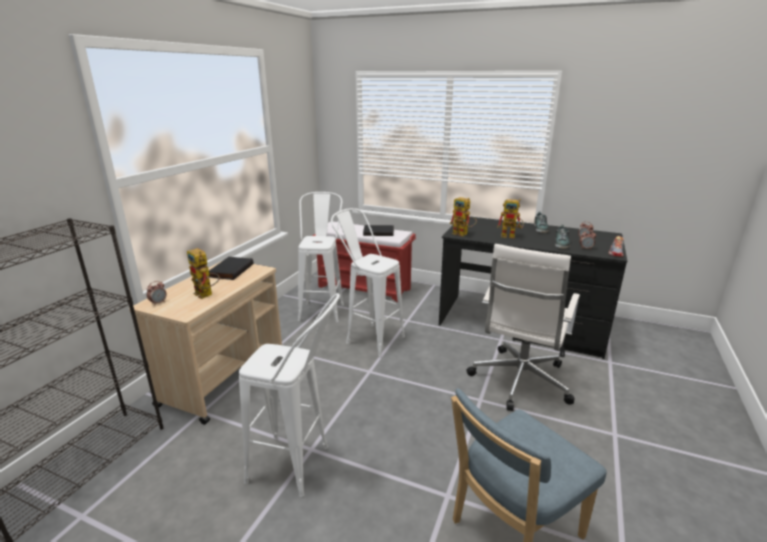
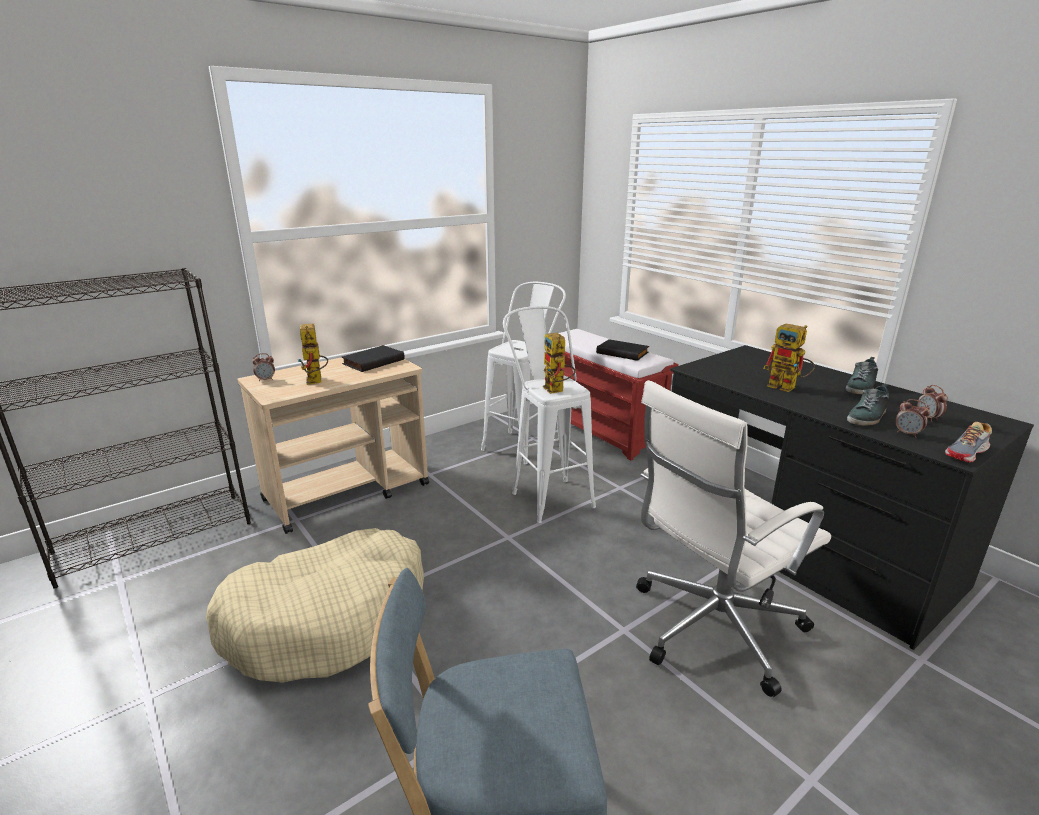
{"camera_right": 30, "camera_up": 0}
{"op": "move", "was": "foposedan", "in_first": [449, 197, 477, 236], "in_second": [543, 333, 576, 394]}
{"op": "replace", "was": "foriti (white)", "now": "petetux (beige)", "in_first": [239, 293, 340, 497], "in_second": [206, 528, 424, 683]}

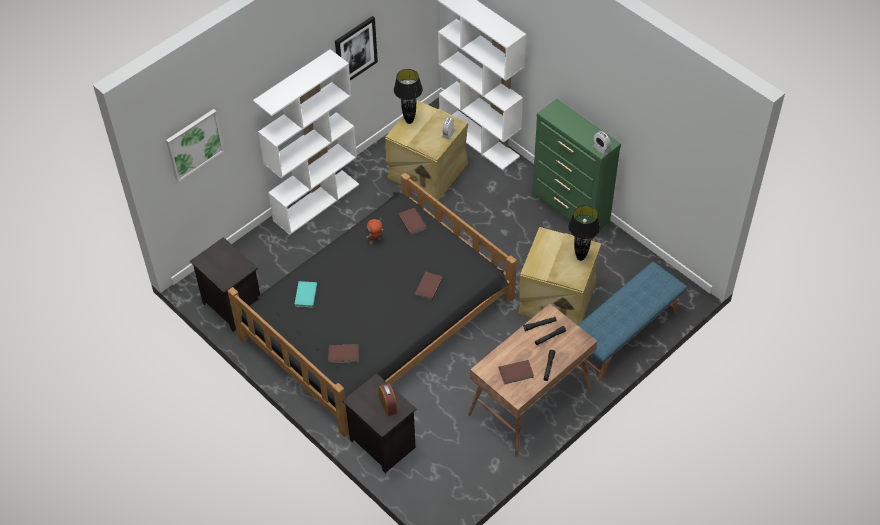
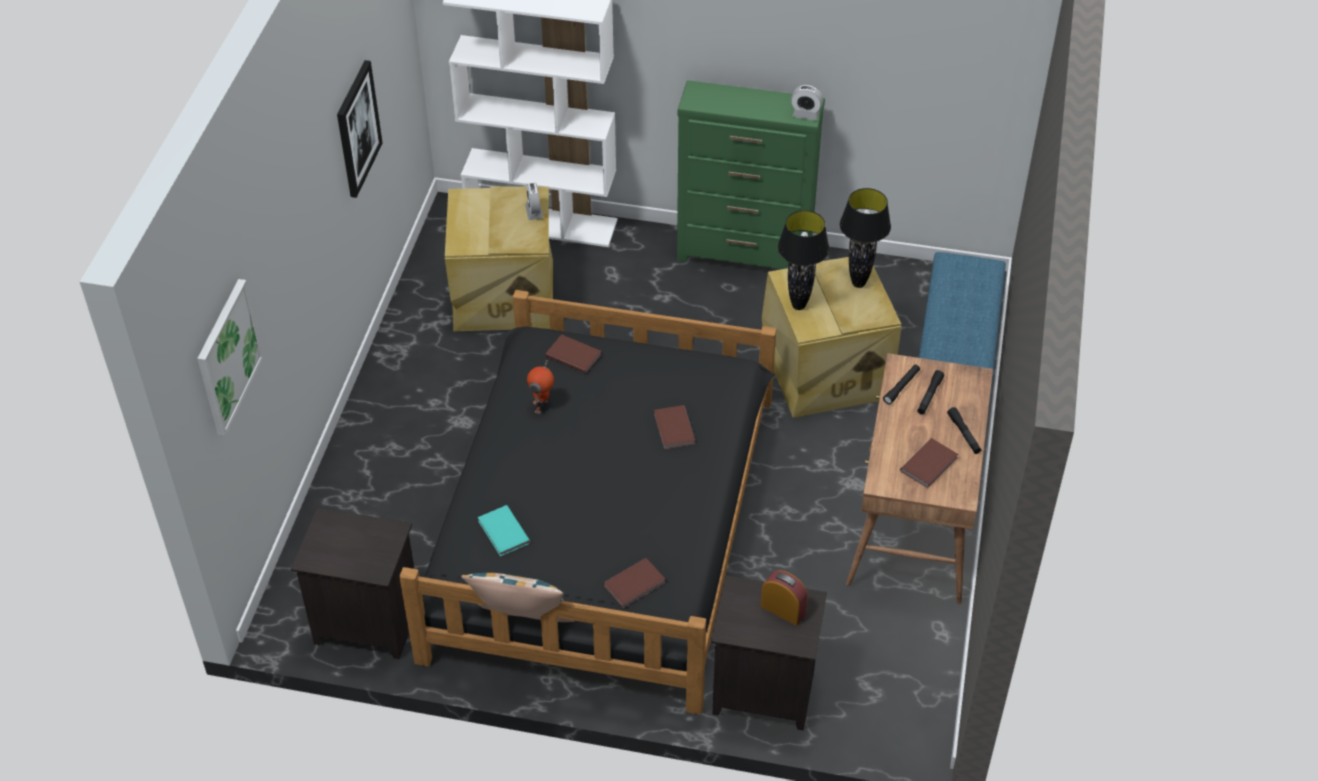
{"camera_right": -35, "camera_up": -5}
{"op": "delete", "was": "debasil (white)", "in_first": [253, 49, 359, 235]}
{"op": "insert", "now": "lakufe", "in_second": [461, 573, 574, 622]}
{"op": "move", "was": "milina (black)", "in_first": [394, 69, 423, 124], "in_second": [778, 210, 829, 310]}

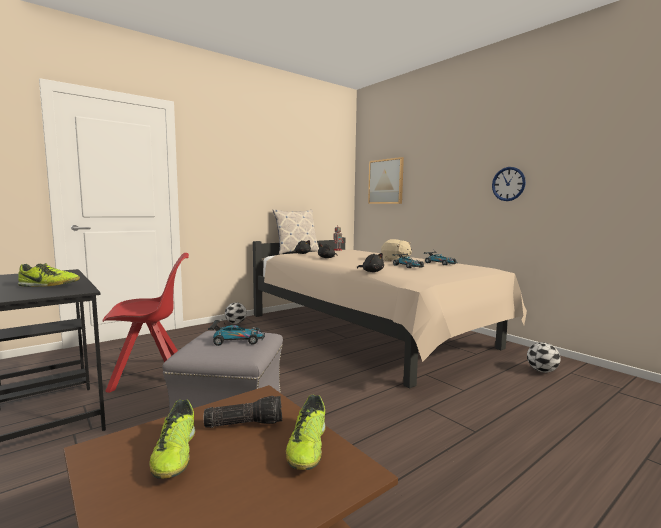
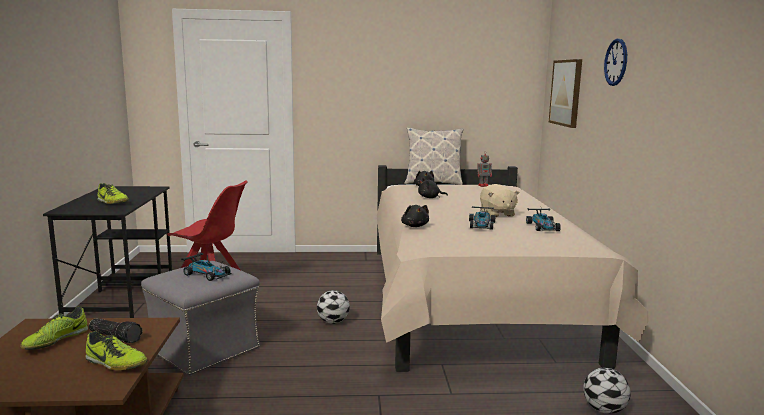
{"camera_right": 35, "camera_up": 5}
{"op": "move", "was": "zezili", "in_first": [225, 302, 247, 324], "in_second": [317, 290, 350, 324]}
{"op": "move", "was": "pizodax", "in_first": [492, 167, 526, 201], "in_second": [604, 38, 627, 86]}
{"op": "rotate", "was": "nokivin", "in_first": [286, 395, 325, 470], "in_second": [85, 331, 147, 370], "clockwise": -105}

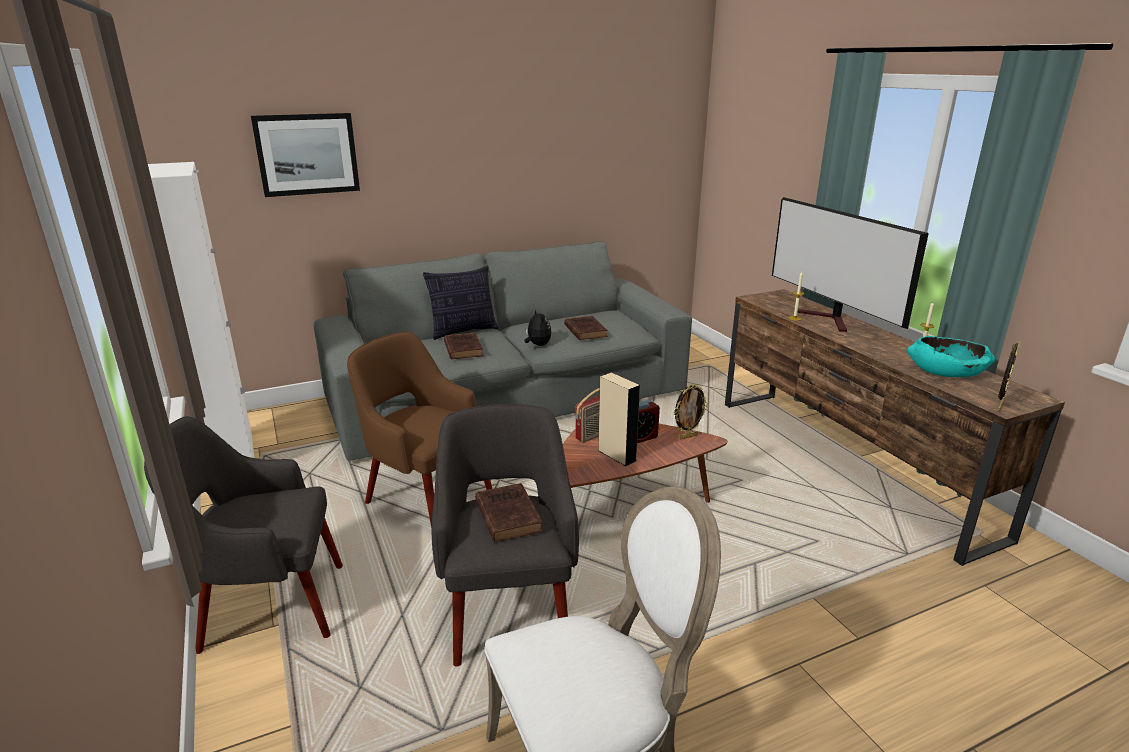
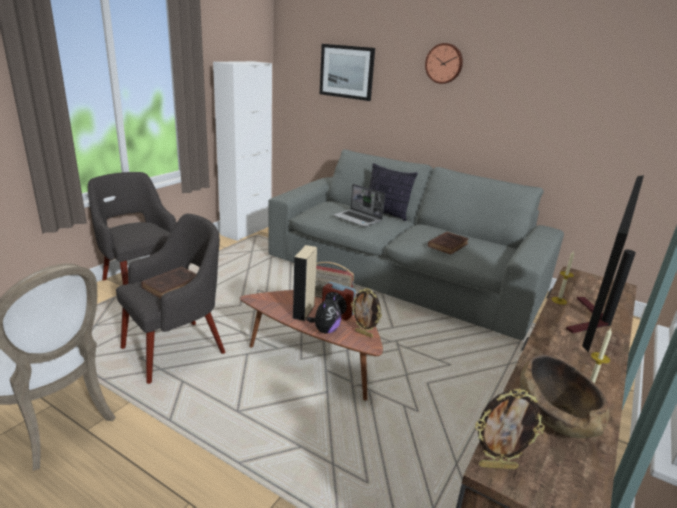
{"camera_right": 55, "camera_up": 0}
{"op": "delete", "was": "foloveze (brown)", "in_first": [347, 332, 492, 528]}
{"op": "insert", "now": "pizodax", "in_second": [425, 43, 463, 84]}
{"op": "move", "was": "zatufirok", "in_first": [524, 310, 551, 346], "in_second": [307, 295, 341, 334]}
{"op": "replace", "was": "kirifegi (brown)", "now": "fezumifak", "in_first": [444, 333, 483, 359], "in_second": [333, 184, 385, 227]}
{"op": "recolor", "was": "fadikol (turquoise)", "now": "fadikol (brown)", "in_first": [907, 336, 995, 377], "in_second": [520, 354, 610, 439]}

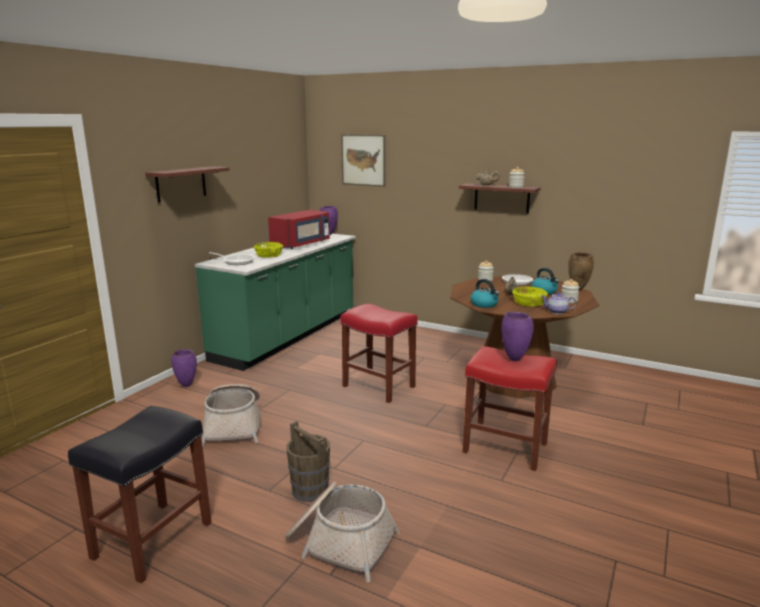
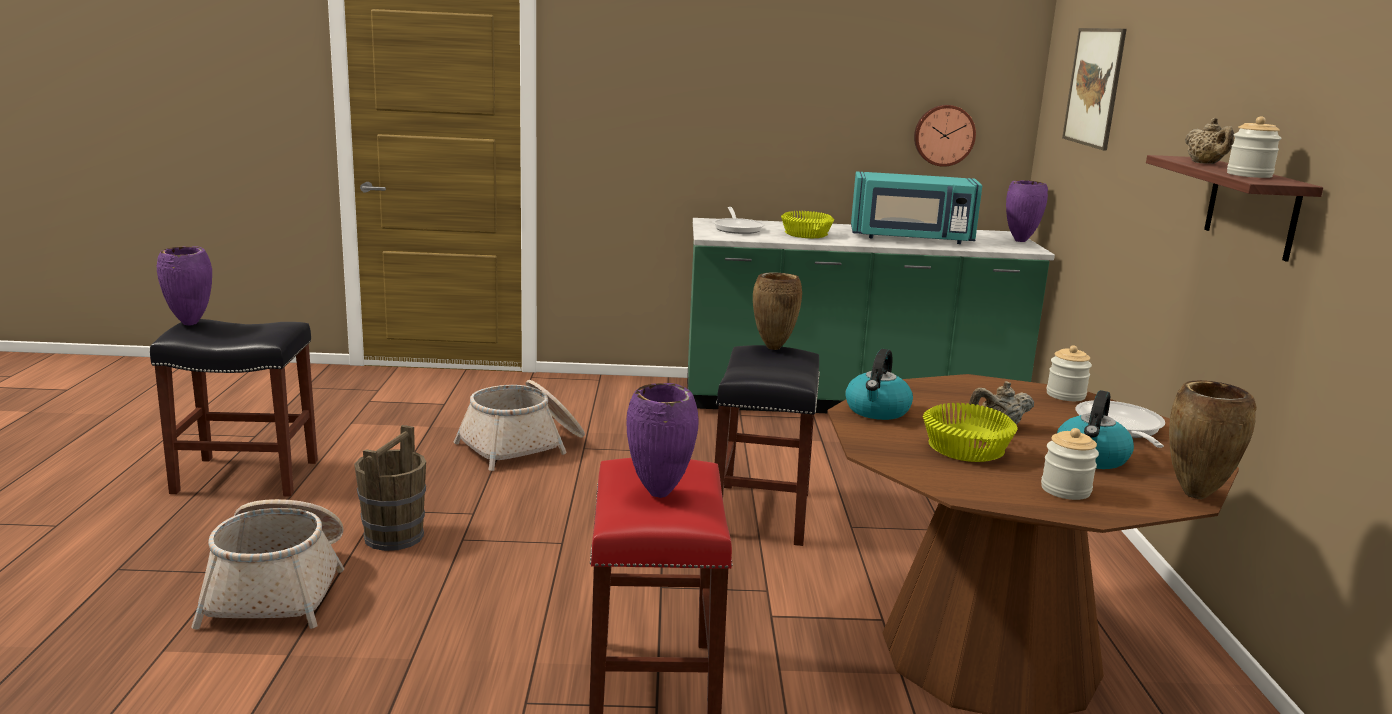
{"camera_right": 60, "camera_up": 0}
{"op": "delete", "was": "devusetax", "in_first": [145, 166, 230, 203]}
{"op": "delete", "was": "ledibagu", "in_first": [541, 292, 576, 314]}
{"op": "insert", "now": "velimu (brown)", "in_second": [753, 272, 802, 350]}
{"op": "insert", "now": "pizodax", "in_second": [914, 105, 976, 167]}
{"op": "move", "was": "velimu (purple)", "in_first": [172, 349, 197, 387], "in_second": [157, 246, 212, 325]}
{"op": "recolor", "was": "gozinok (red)", "now": "gozinok (turquoise)", "in_first": [268, 210, 330, 249], "in_second": [851, 172, 982, 244]}
{"op": "recolor", "was": "foriti (red)", "now": "foriti (black)", "in_first": [340, 304, 418, 403], "in_second": [715, 345, 820, 546]}

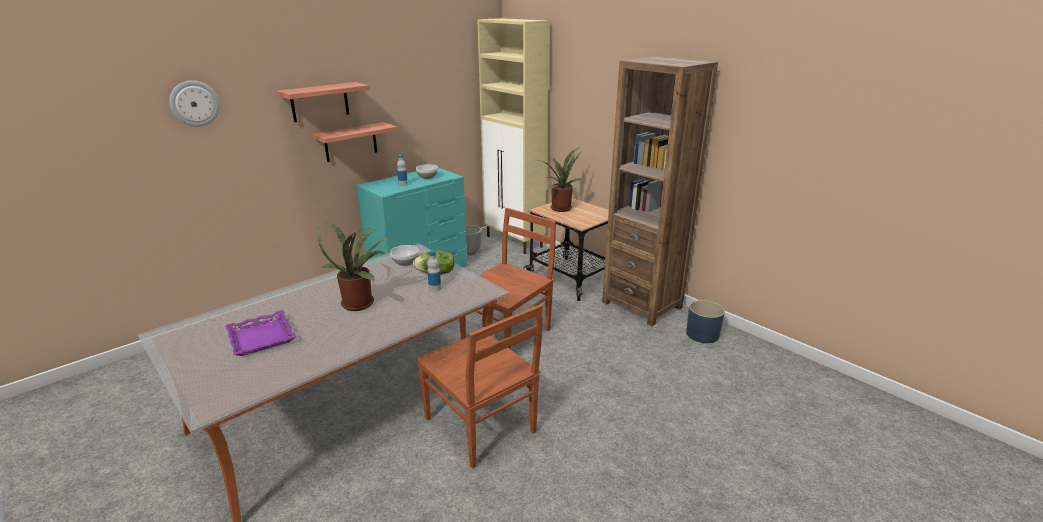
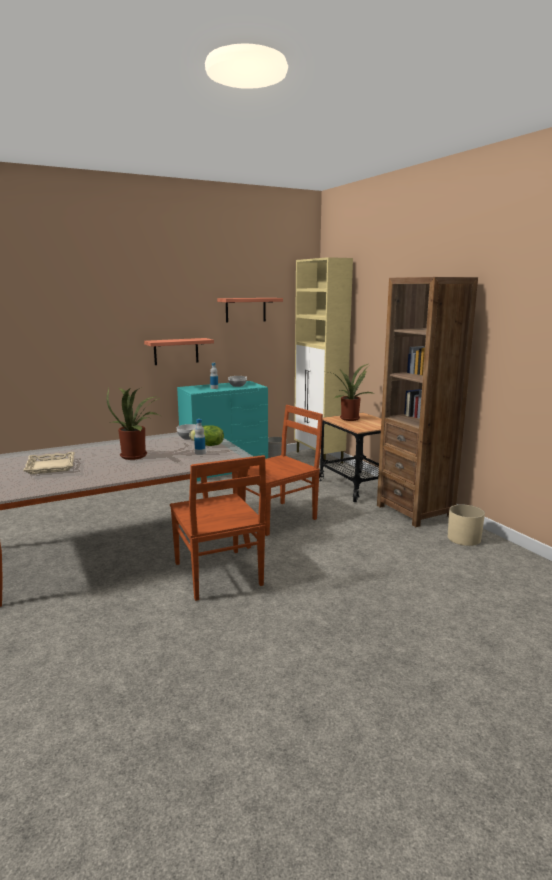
{"camera_right": 15, "camera_up": -10}
{"op": "delete", "was": "pizodax", "in_first": [169, 80, 220, 127]}
{"op": "move", "was": "devusetax", "in_first": [276, 82, 370, 122], "in_second": [217, 298, 283, 323]}
{"op": "recolor", "was": "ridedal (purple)", "now": "ridedal (beige)", "in_first": [225, 310, 296, 356], "in_second": [23, 452, 75, 474]}
{"op": "recolor", "was": "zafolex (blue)", "now": "zafolex (beige)", "in_first": [686, 300, 725, 343], "in_second": [448, 505, 485, 546]}

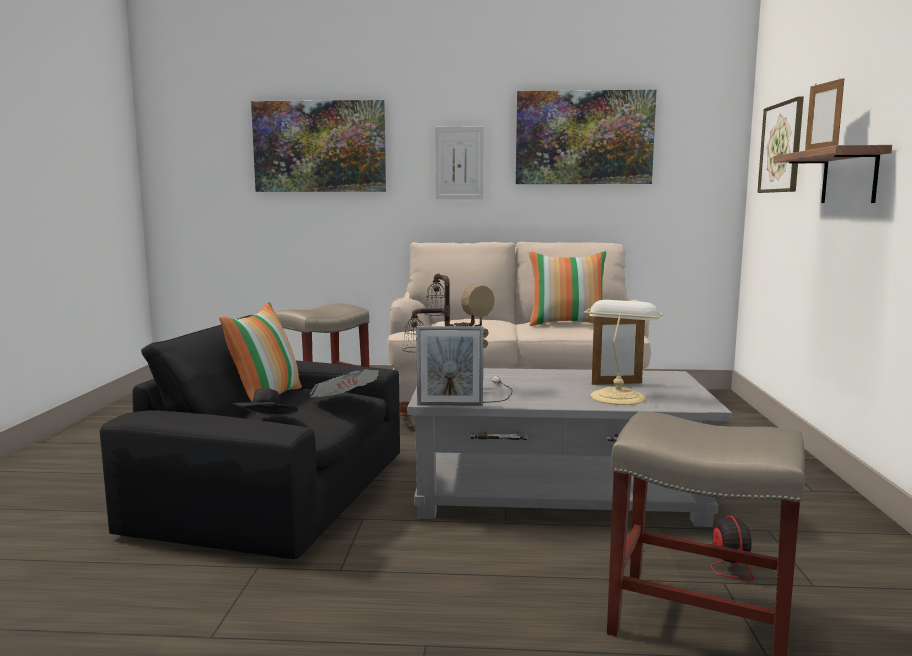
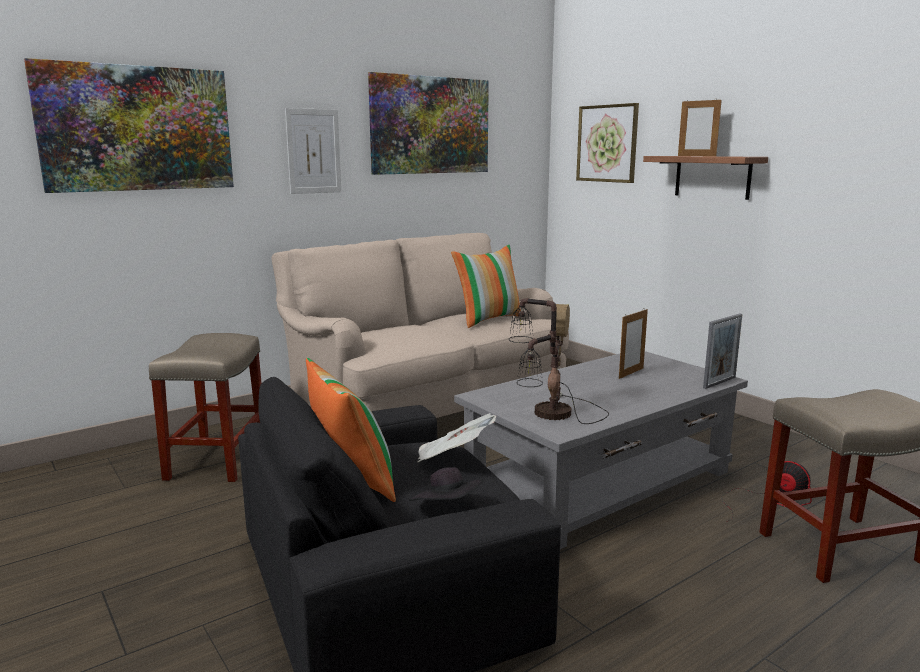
{"camera_right": -40, "camera_up": 5}
{"op": "delete", "was": "milina", "in_first": [584, 300, 662, 405]}
{"op": "move", "was": "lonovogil", "in_first": [416, 326, 484, 406], "in_second": [703, 314, 742, 389]}

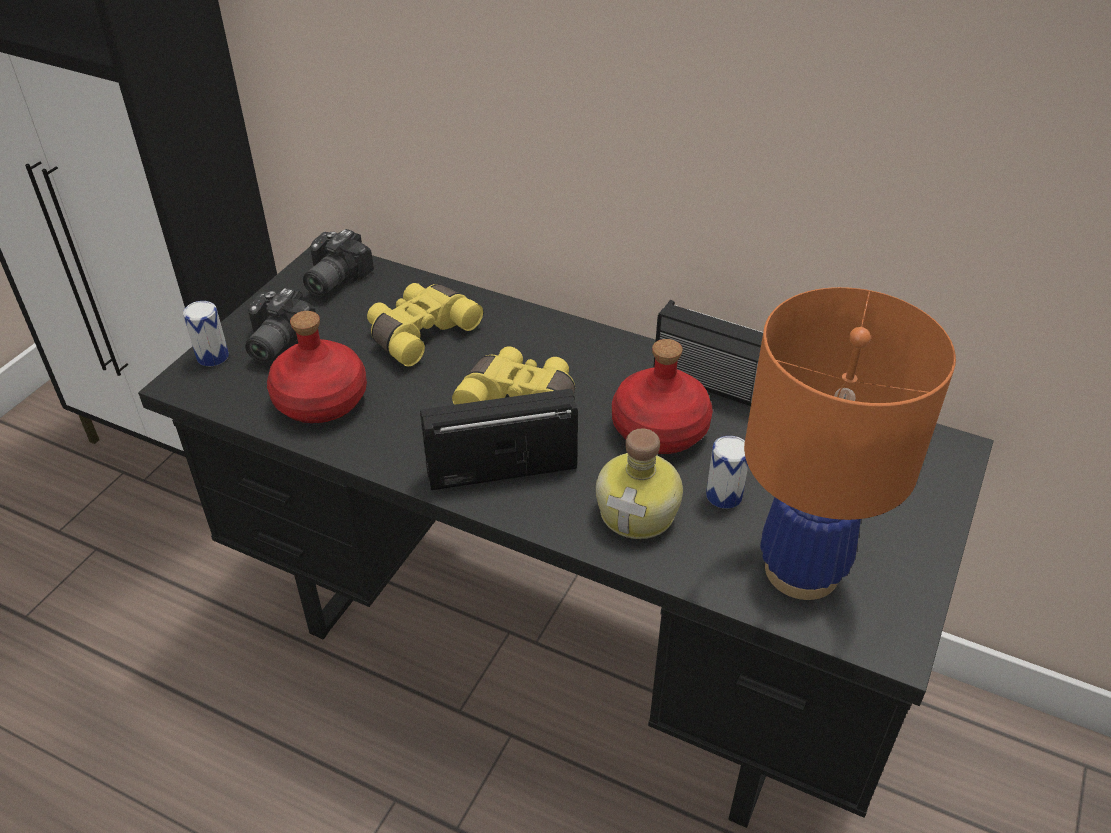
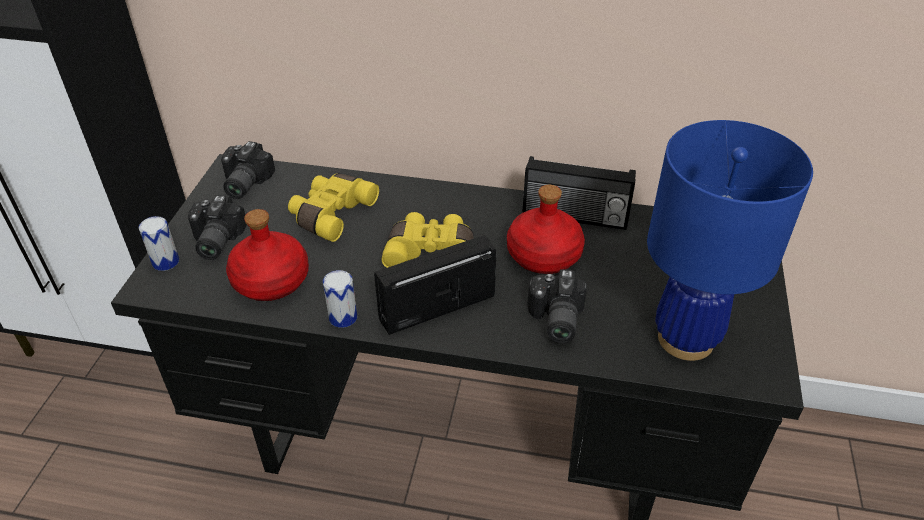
{"camera_right": -15, "camera_up": 0}
{"op": "move", "was": "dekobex", "in_first": [706, 436, 748, 509], "in_second": [323, 270, 357, 328]}
{"op": "replace", "was": "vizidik", "now": "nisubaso", "in_first": [596, 428, 683, 539], "in_second": [527, 269, 587, 343]}
{"op": "recolor", "was": "milina (orange)", "now": "milina (blue)", "in_first": [744, 287, 956, 600], "in_second": [647, 120, 813, 361]}

